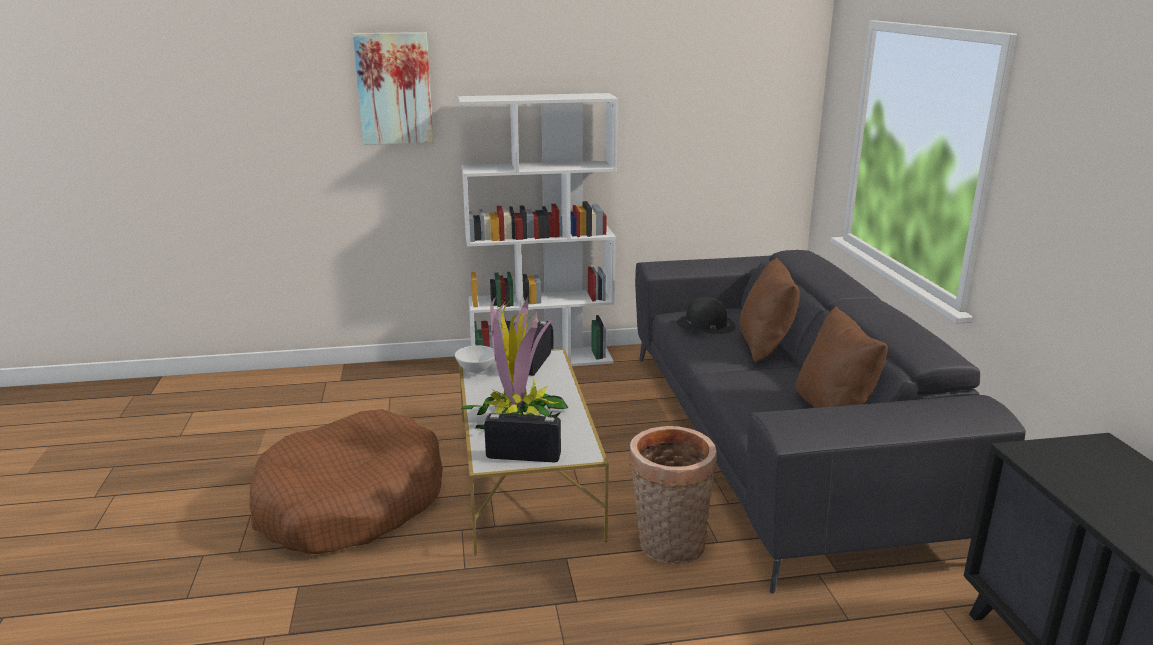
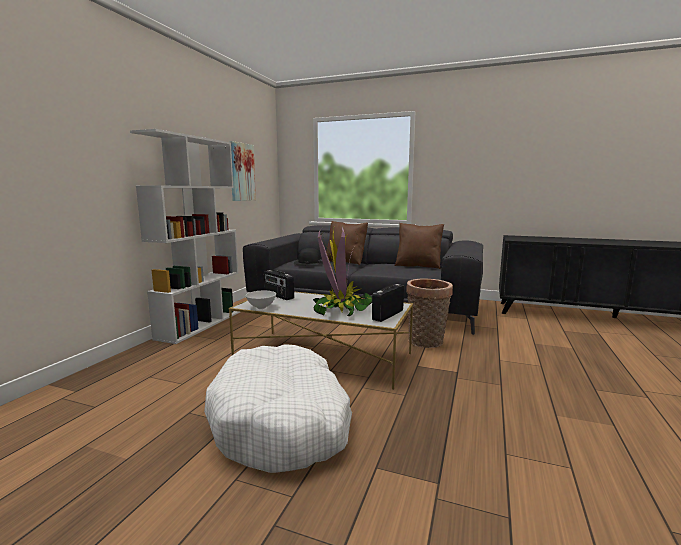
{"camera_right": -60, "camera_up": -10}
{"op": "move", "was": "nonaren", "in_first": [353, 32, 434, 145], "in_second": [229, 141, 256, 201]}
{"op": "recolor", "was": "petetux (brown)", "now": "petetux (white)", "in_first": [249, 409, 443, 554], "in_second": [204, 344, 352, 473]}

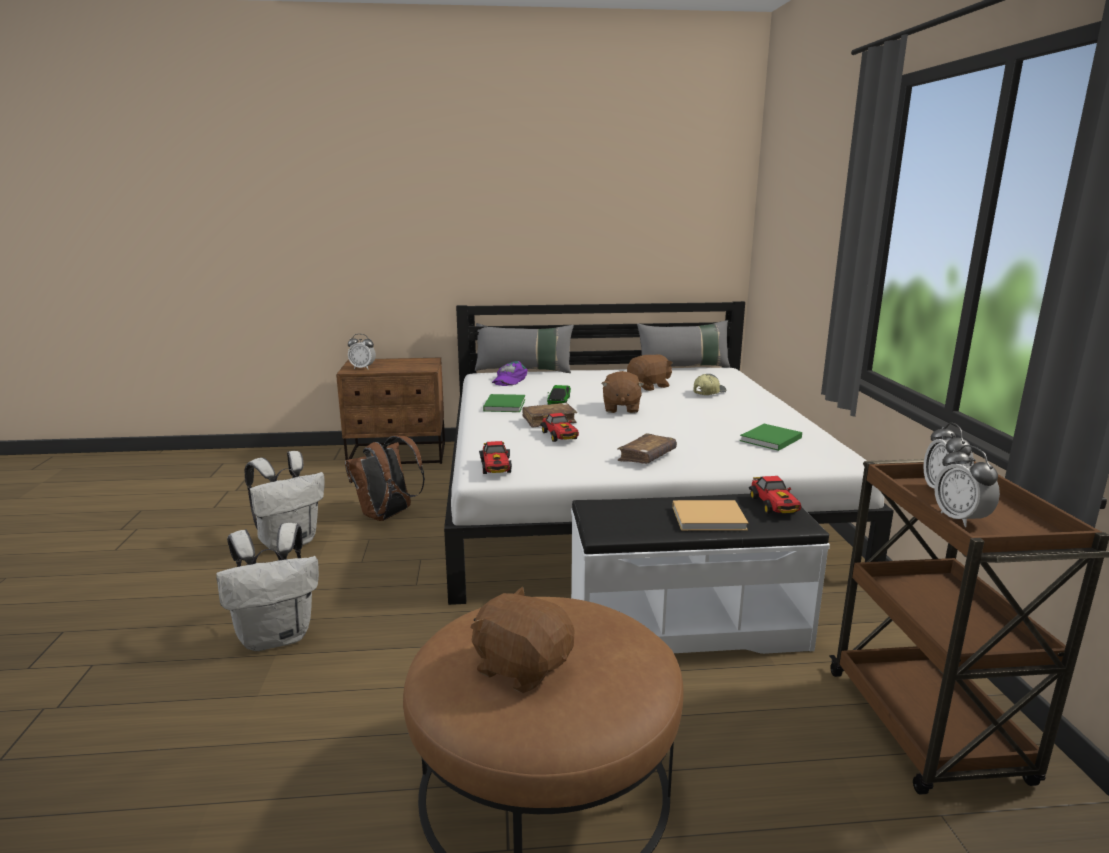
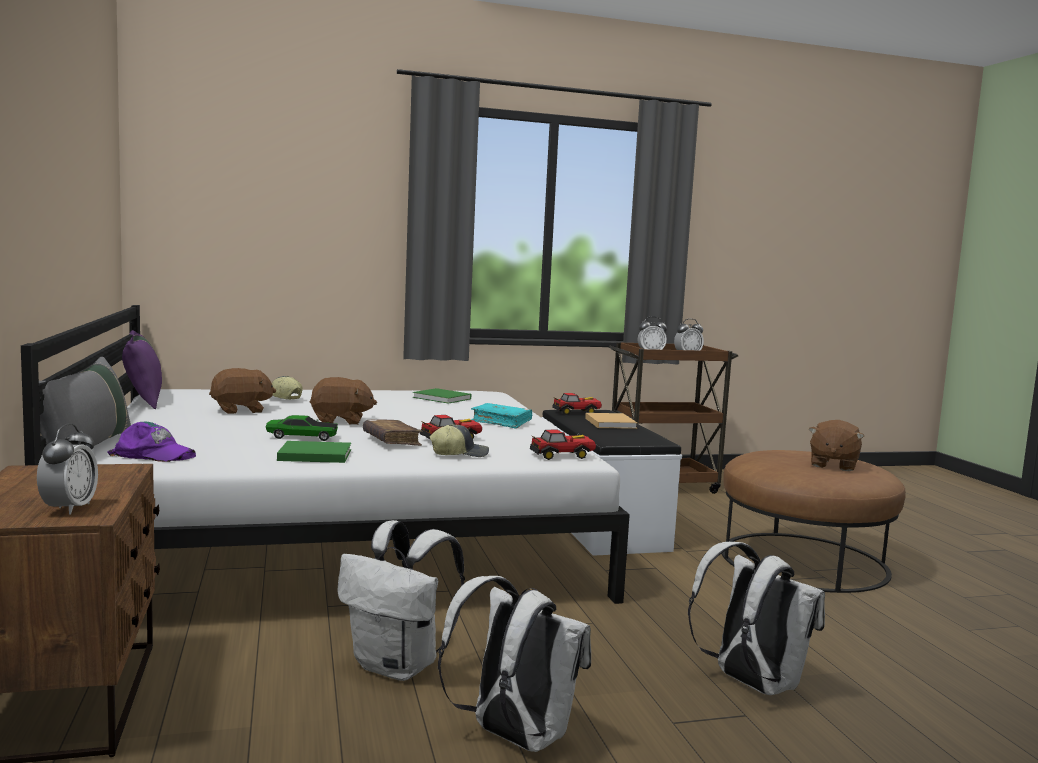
{"camera_right": -100, "camera_up": -10}
{"op": "insert", "now": "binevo", "in_second": [430, 424, 489, 457]}
{"op": "recolor", "was": "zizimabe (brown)", "now": "zizimabe (white)", "in_first": [345, 435, 425, 521], "in_second": [337, 520, 465, 681]}
{"op": "recolor", "was": "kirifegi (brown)", "now": "kirifegi (turquoise)", "in_first": [617, 433, 677, 464], "in_second": [471, 403, 532, 429]}
{"op": "recolor", "was": "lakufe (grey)", "now": "lakufe (purple)", "in_first": [637, 320, 730, 367], "in_second": [122, 330, 162, 409]}
{"op": "rotate", "was": "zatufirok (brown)", "in_first": [627, 354, 672, 391], "in_second": [209, 368, 276, 414], "clockwise": 105}

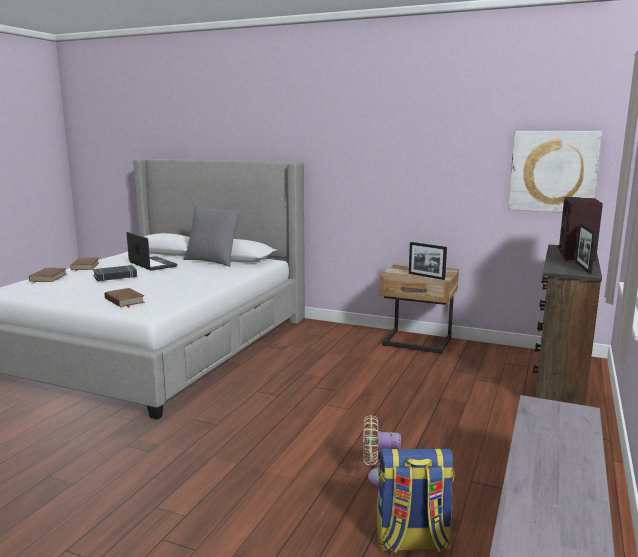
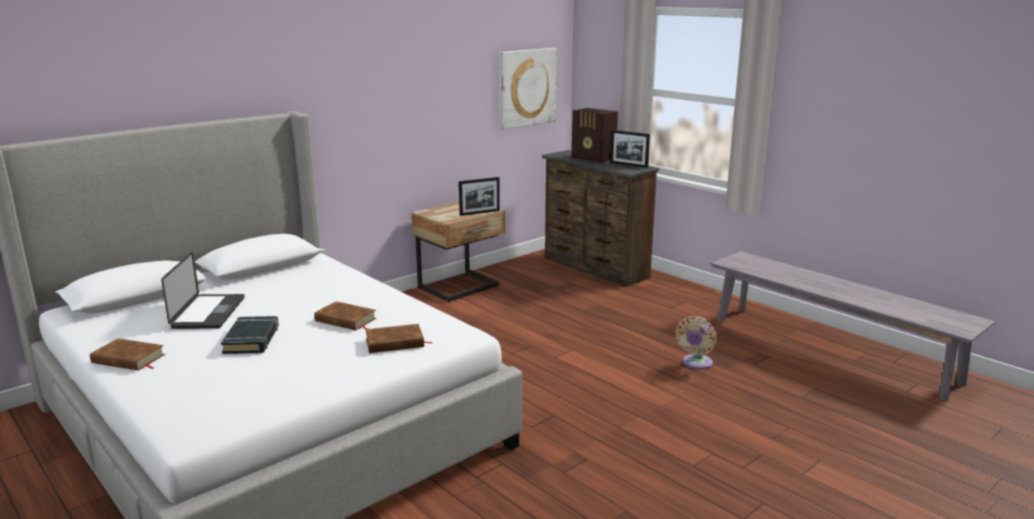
{"camera_right": -65, "camera_up": 5}
{"op": "delete", "was": "lakufe (grey)", "in_first": [184, 205, 241, 267]}
{"op": "delete", "was": "zizimabe", "in_first": [377, 448, 454, 553]}
{"op": "move", "was": "kirifegi (brown)", "in_first": [29, 268, 66, 284], "in_second": [314, 301, 376, 330]}
{"op": "rotate", "was": "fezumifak", "in_first": [127, 232, 177, 271], "in_second": [161, 252, 245, 329], "clockwise": 105}

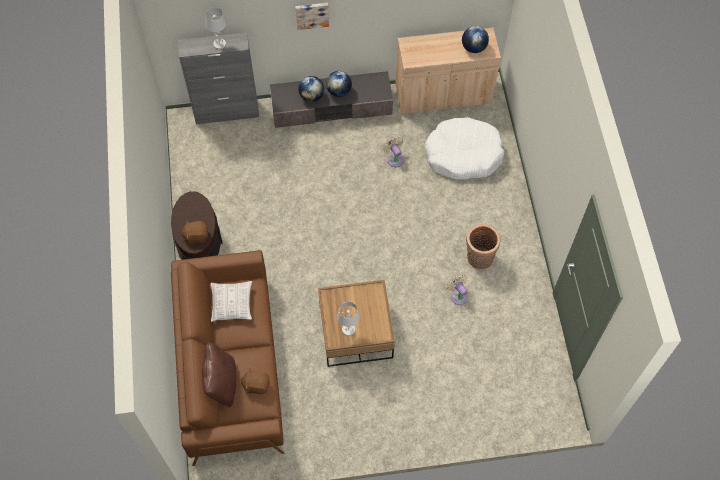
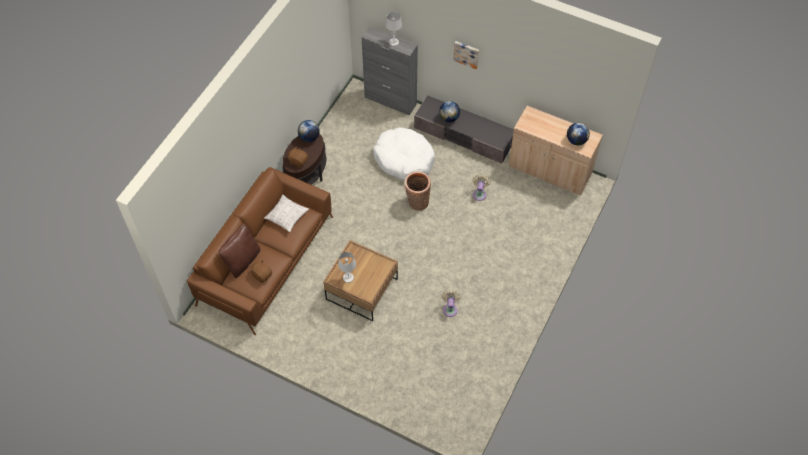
{"camera_right": 35, "camera_up": -5}
{"op": "move", "was": "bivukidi", "in_first": [326, 71, 352, 97], "in_second": [298, 120, 320, 142]}
{"op": "move", "was": "petetux (white)", "in_first": [425, 117, 504, 180], "in_second": [373, 127, 435, 181]}
{"op": "move", "was": "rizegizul", "in_first": [466, 224, 500, 269], "in_second": [404, 171, 431, 211]}

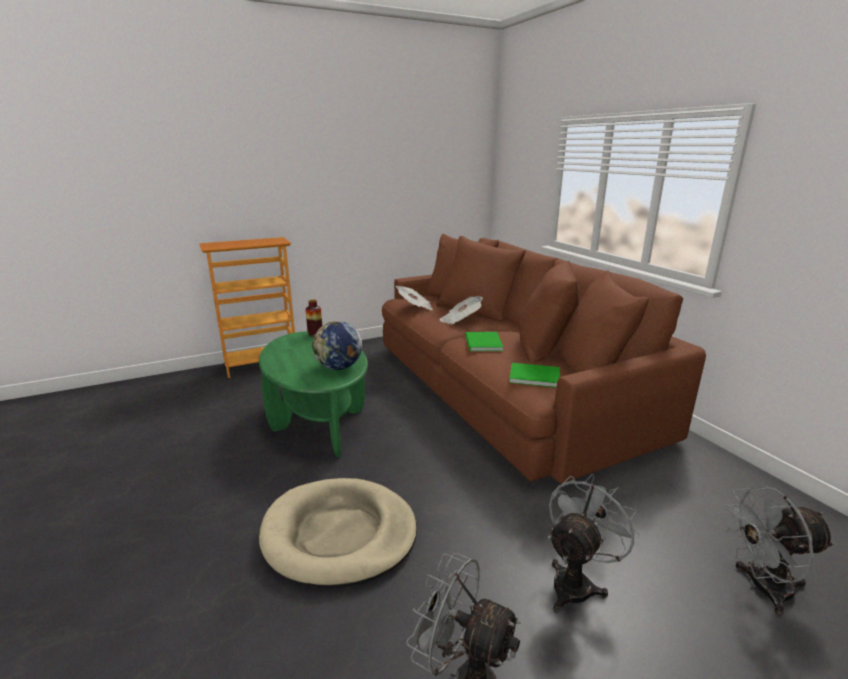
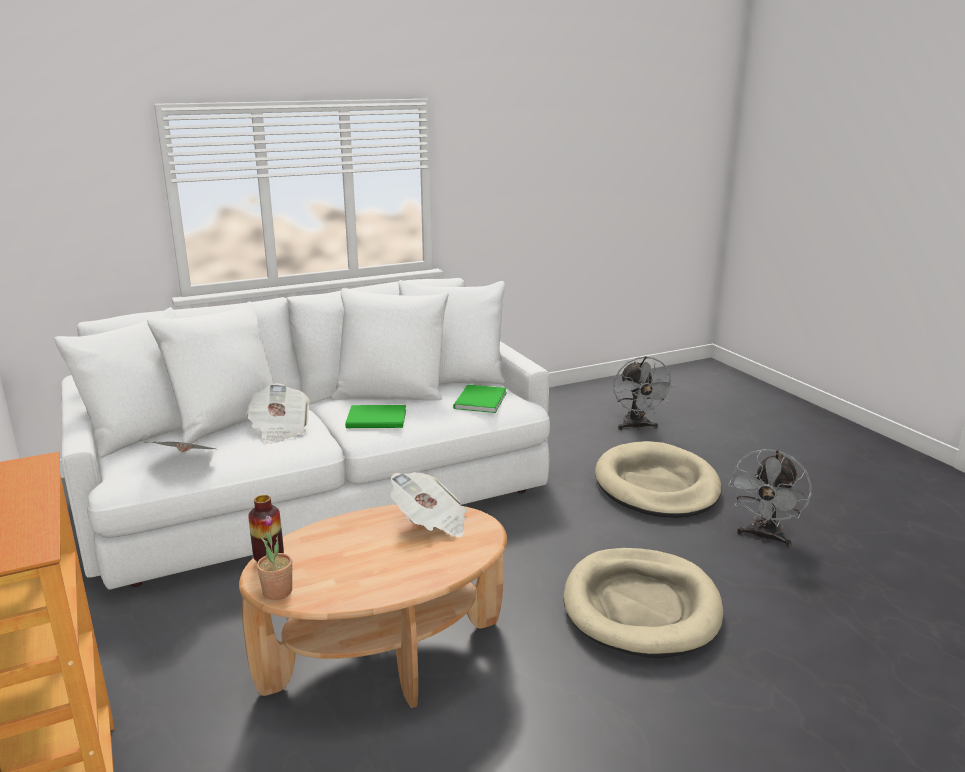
{"camera_right": -90, "camera_up": 0}
{"op": "insert", "now": "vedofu", "in_second": [257, 515, 293, 600]}
{"op": "replace", "was": "bivukidi", "now": "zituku", "in_first": [312, 321, 362, 370], "in_second": [390, 472, 467, 537]}
{"op": "replace", "was": "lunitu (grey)", "now": "petetux (beige)", "in_first": [548, 474, 640, 613], "in_second": [595, 441, 721, 518]}
{"op": "recolor", "was": "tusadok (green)", "now": "tusadok (brown)", "in_first": [259, 331, 368, 458], "in_second": [239, 504, 507, 708]}
{"op": "recolor", "was": "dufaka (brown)", "now": "dufaka (white)", "in_first": [382, 234, 706, 483], "in_second": [54, 278, 550, 590]}

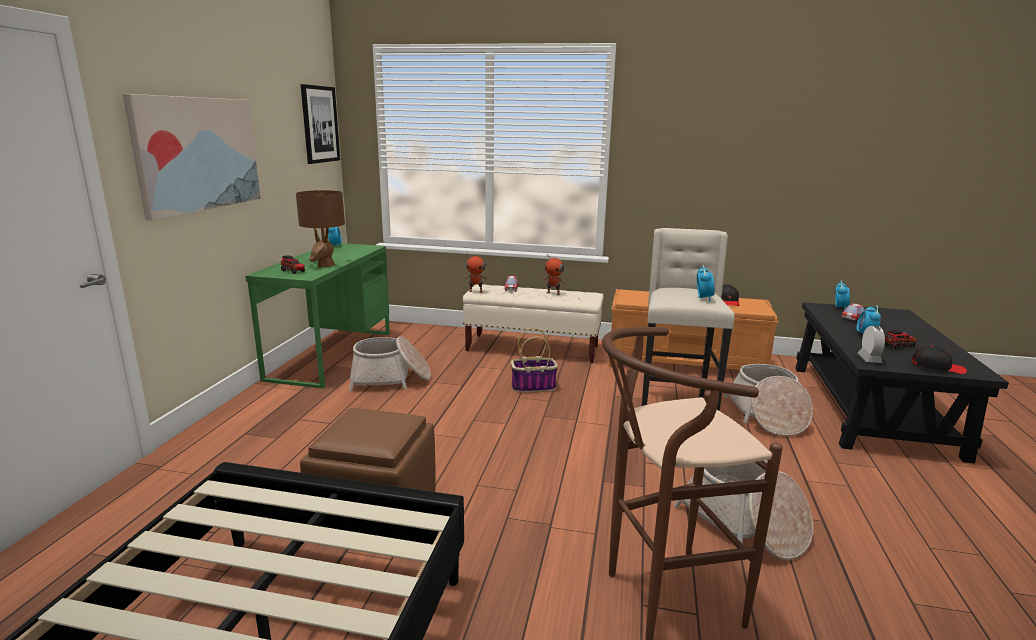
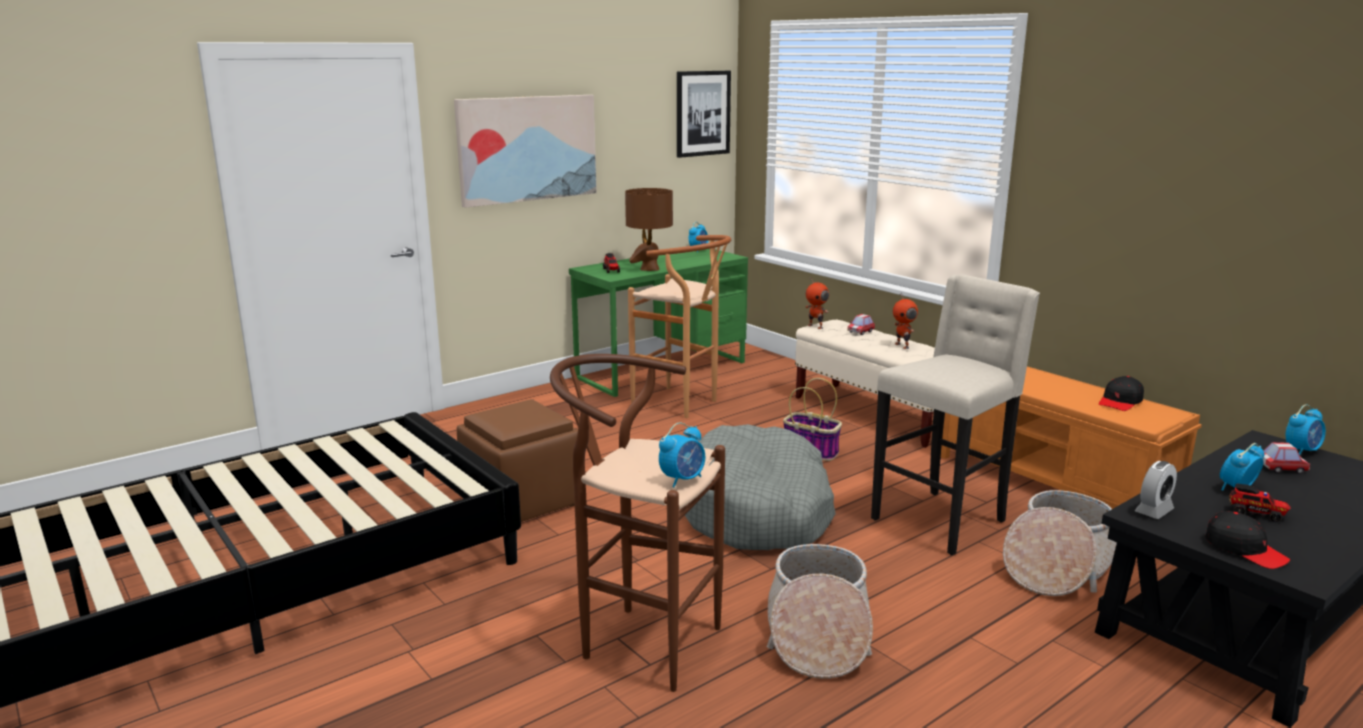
{"camera_right": 40, "camera_up": 0}
{"op": "insert", "now": "petetux (grey)", "in_second": [685, 424, 836, 550]}
{"op": "move", "was": "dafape", "in_first": [697, 265, 715, 302], "in_second": [659, 422, 705, 488]}
{"op": "replace", "was": "rizegizul", "now": "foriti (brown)", "in_first": [349, 336, 431, 391], "in_second": [628, 235, 731, 418]}

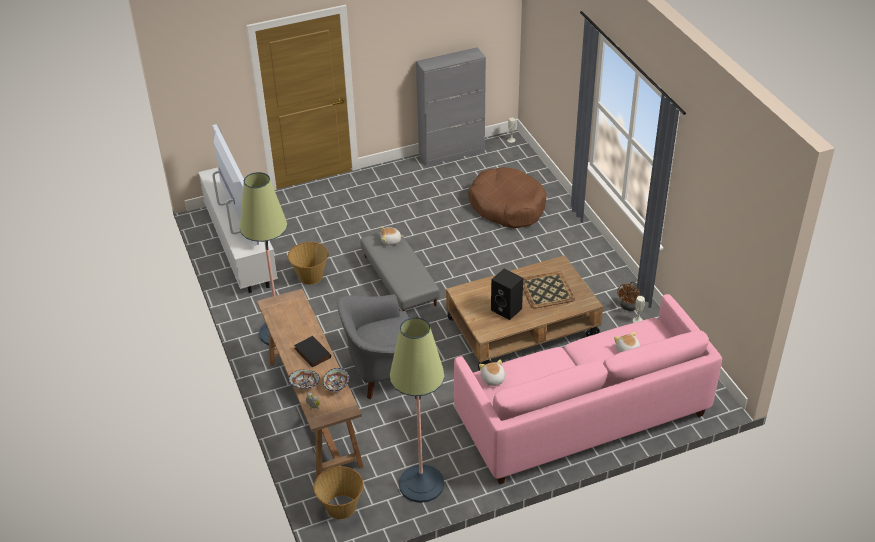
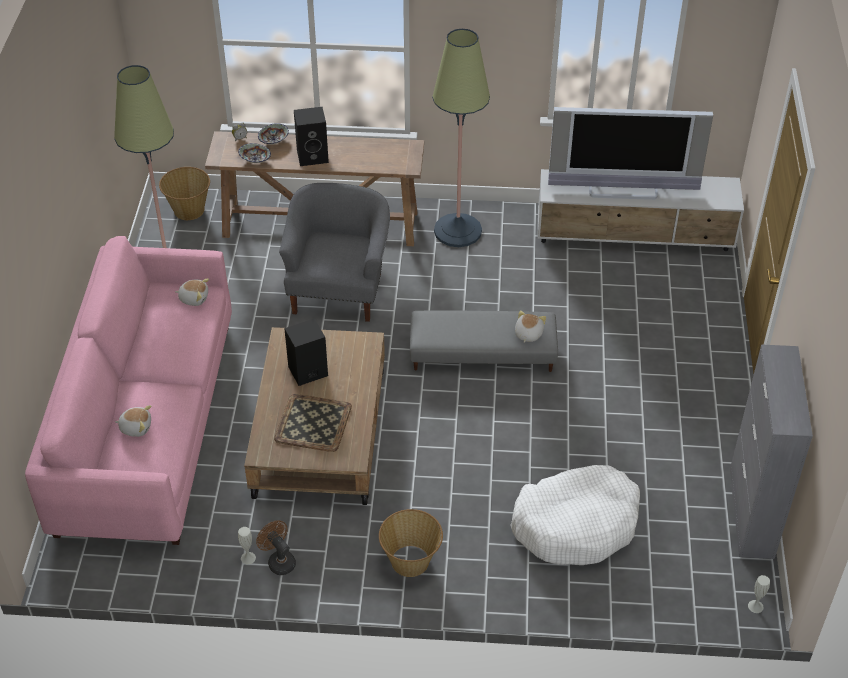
{"camera_right": 115, "camera_up": 5}
{"op": "move", "was": "rizegizul", "in_first": [288, 242, 329, 285], "in_second": [379, 509, 443, 577]}
{"op": "replace", "was": "kirifegi (black)", "now": "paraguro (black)", "in_first": [294, 336, 331, 368], "in_second": [294, 107, 329, 166]}
{"op": "recolor", "was": "petetux (brown)", "now": "petetux (white)", "in_first": [468, 167, 547, 228], "in_second": [510, 465, 640, 565]}

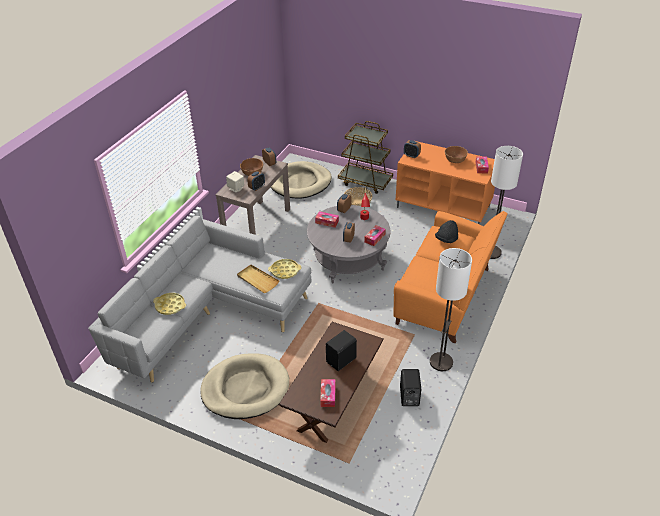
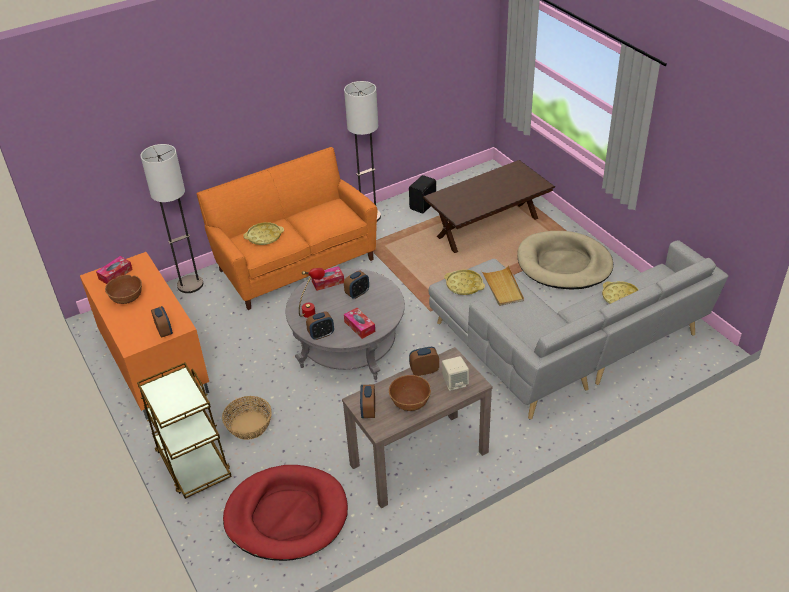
{"camera_right": -145, "camera_up": 0}
{"op": "delete", "was": "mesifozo", "in_first": [320, 379, 335, 407]}
{"op": "delete", "was": "paraguro (black)", "in_first": [326, 330, 357, 371]}
{"op": "replace", "was": "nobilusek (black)", "now": "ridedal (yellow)", "in_first": [435, 220, 458, 243], "in_second": [244, 222, 284, 245]}
{"op": "recolor", "was": "petetux (beige)", "now": "petetux (red)", "in_first": [271, 161, 332, 199], "in_second": [223, 465, 348, 561]}

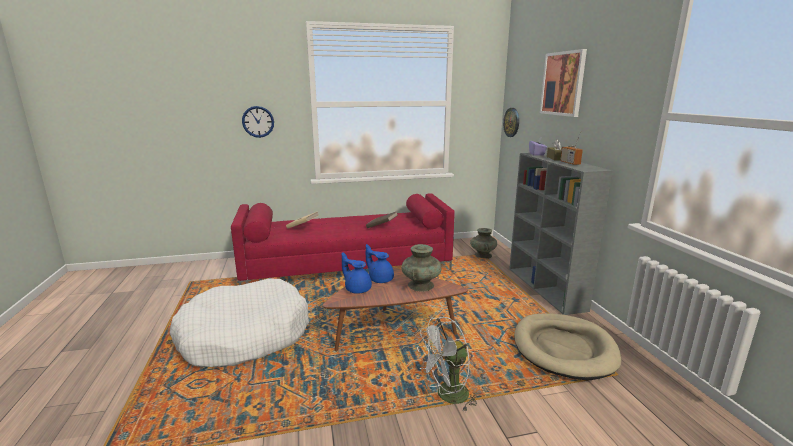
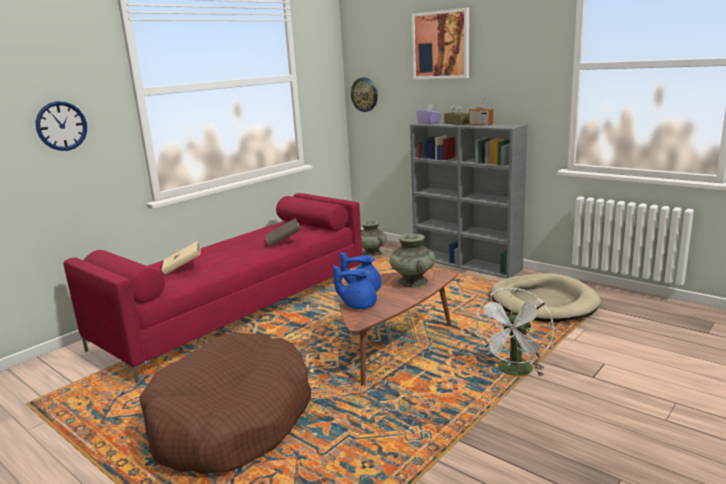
{"camera_right": -35, "camera_up": 0}
{"op": "recolor", "was": "petetux (white)", "now": "petetux (brown)", "in_first": [169, 278, 309, 367], "in_second": [139, 332, 311, 474]}

